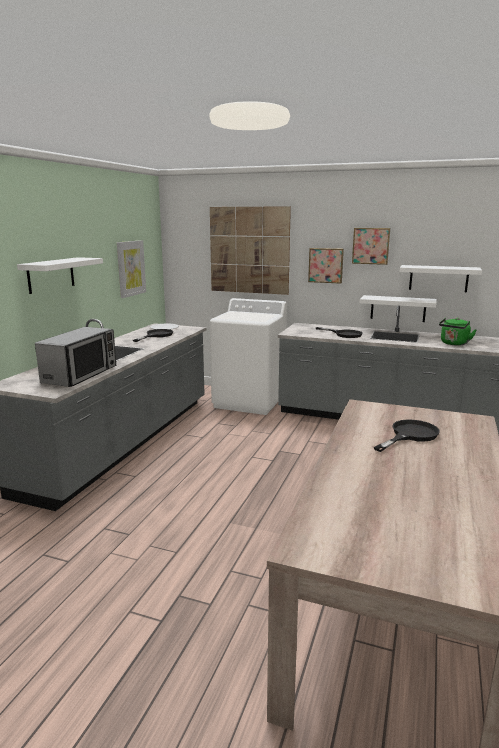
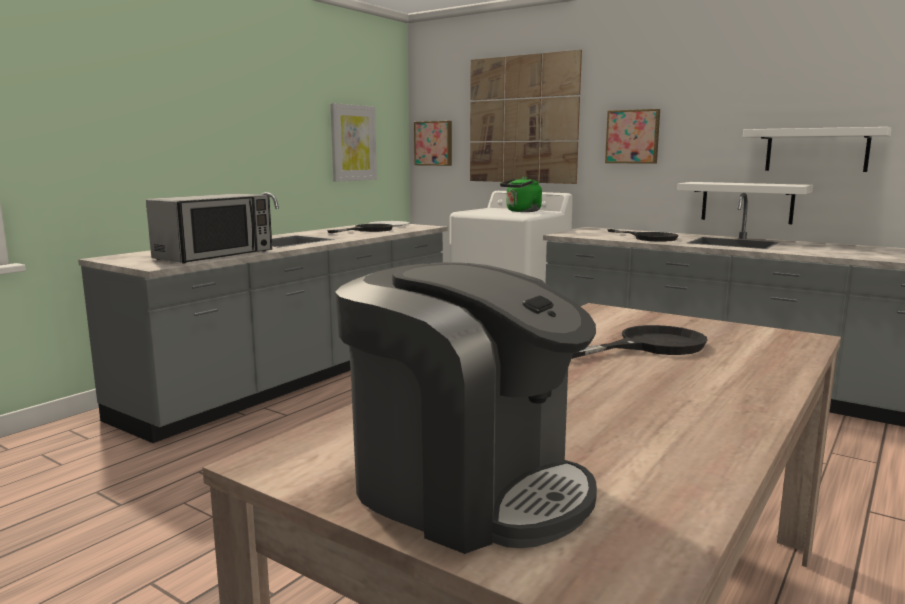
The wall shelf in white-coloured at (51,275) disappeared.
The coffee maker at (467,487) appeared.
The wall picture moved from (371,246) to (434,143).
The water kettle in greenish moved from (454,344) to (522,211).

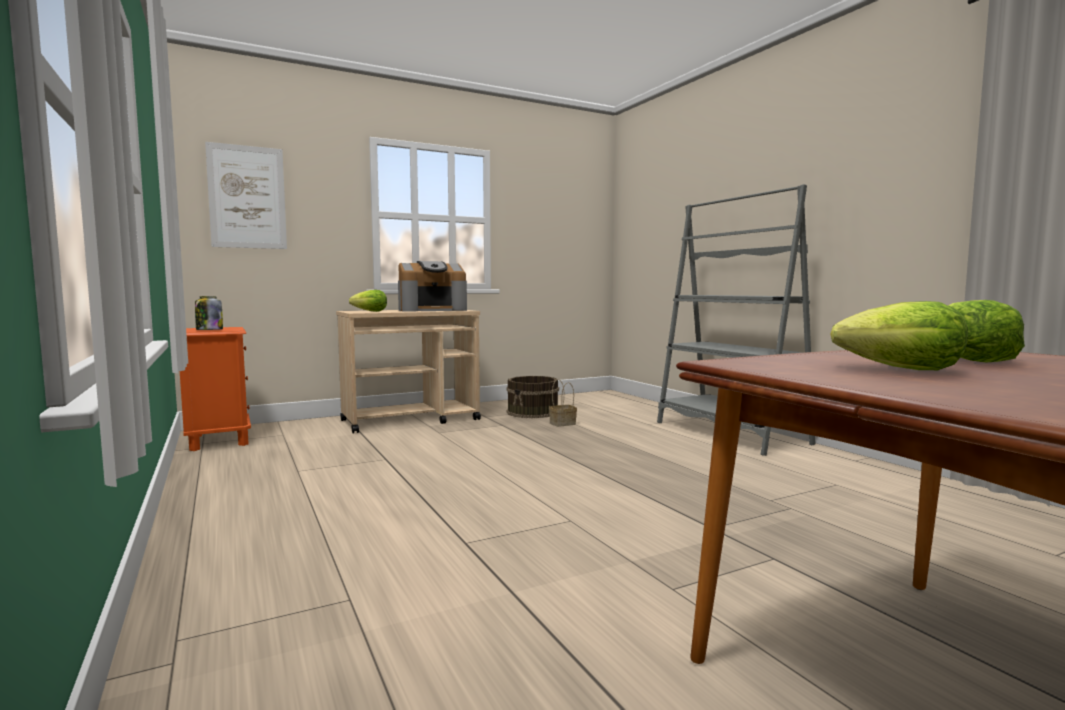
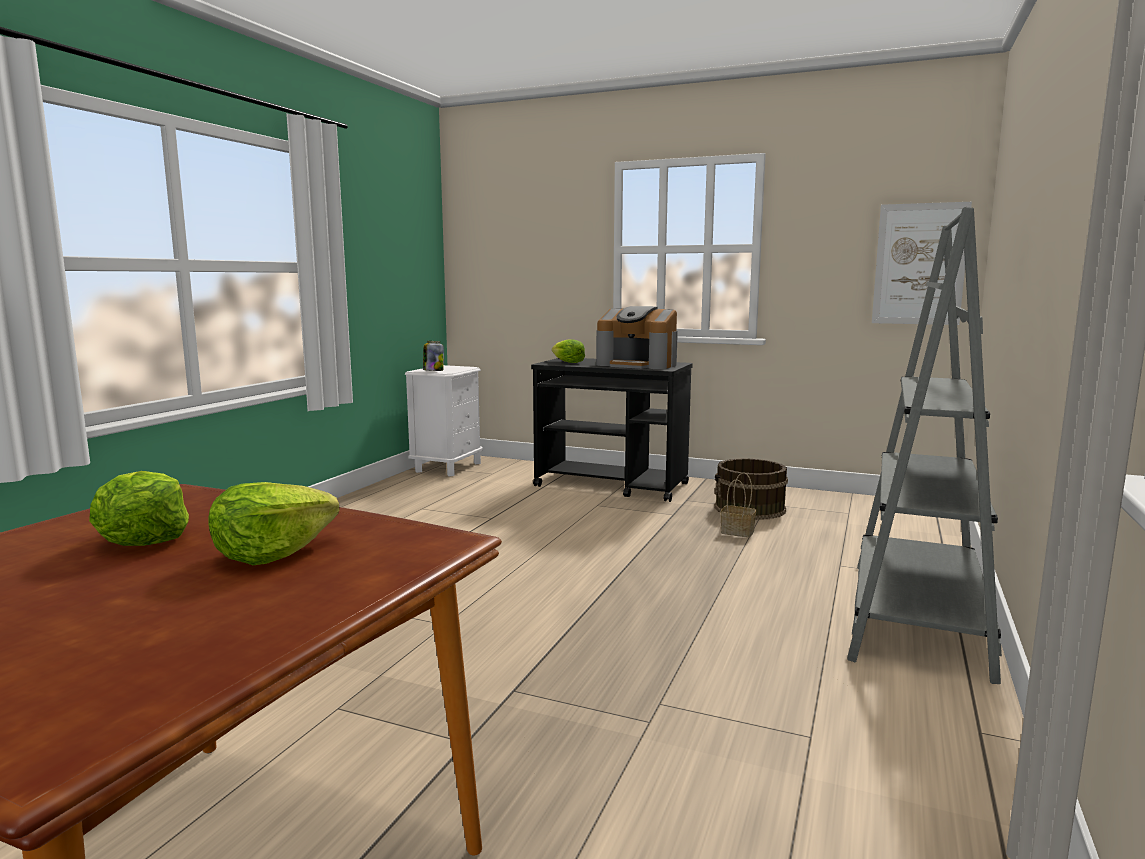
The wall picture moved from (247,197) to (919,264).
The bedside table in orange-coloured at (218,440) became the bedside table in white-coloured at (447,467).
The wheeled cart in beige at (411,420) became the wheeled cart in black at (612,485).

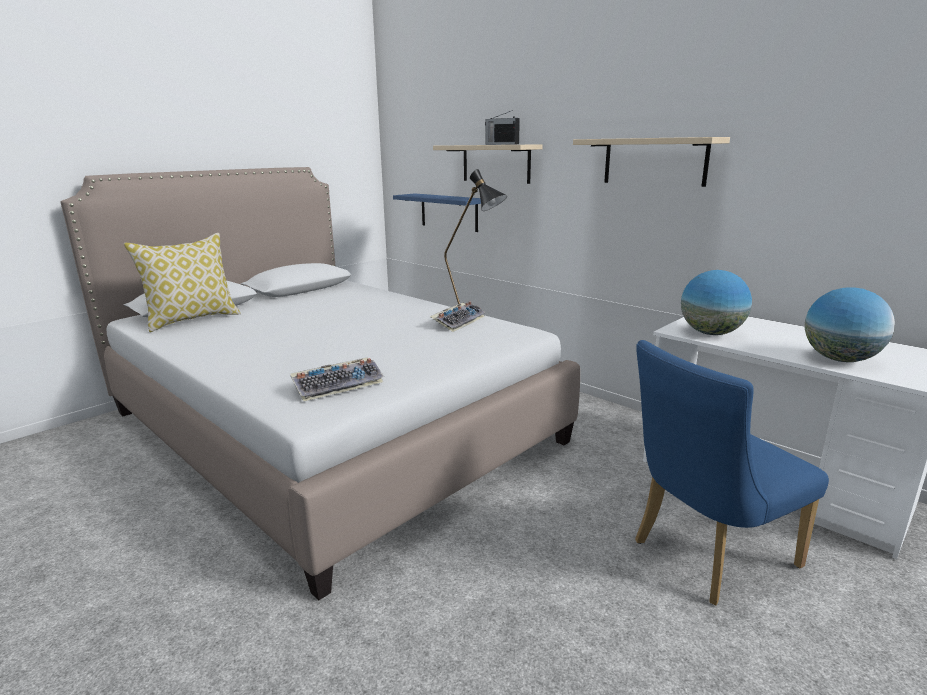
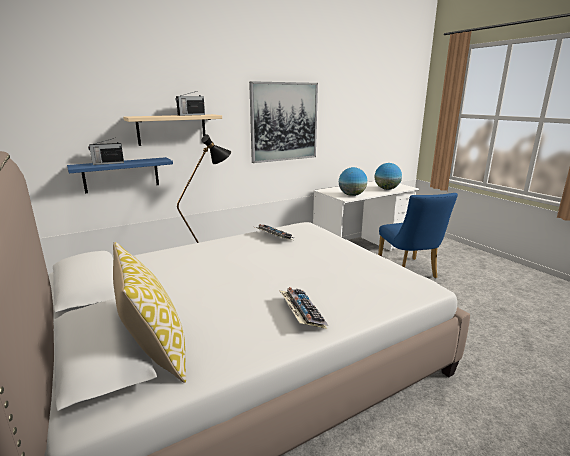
The radio receiver at (108,163) appeared.
The keyboard moved from (339,385) to (301,313).
The wall shelf in beige at (654,161) was replaced by the wall picture at (284,122).

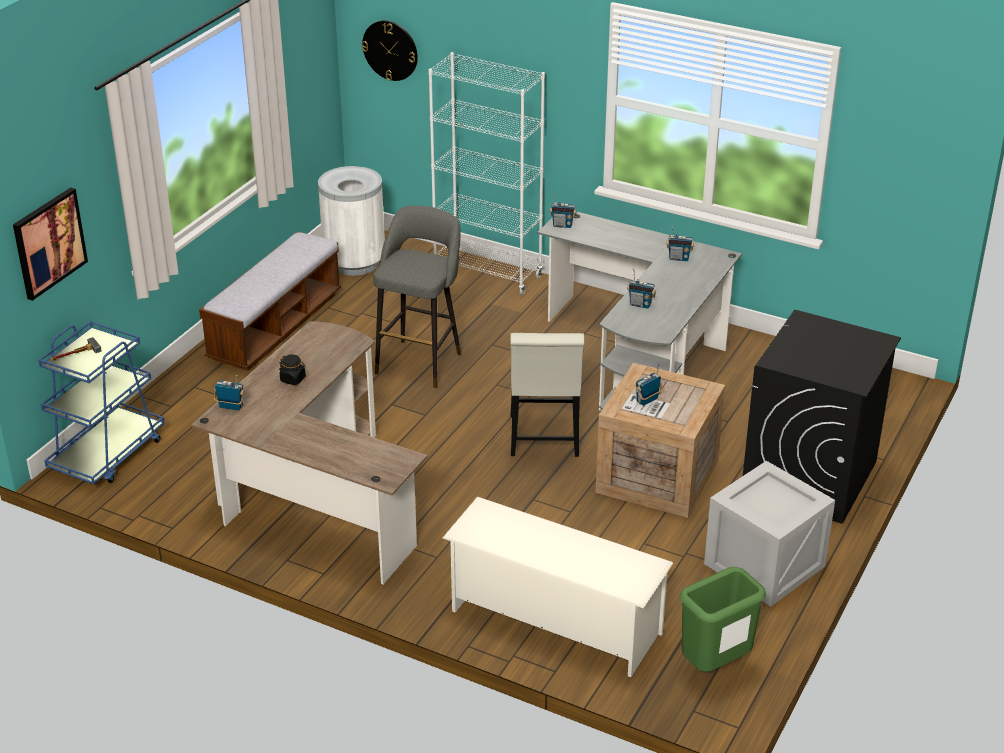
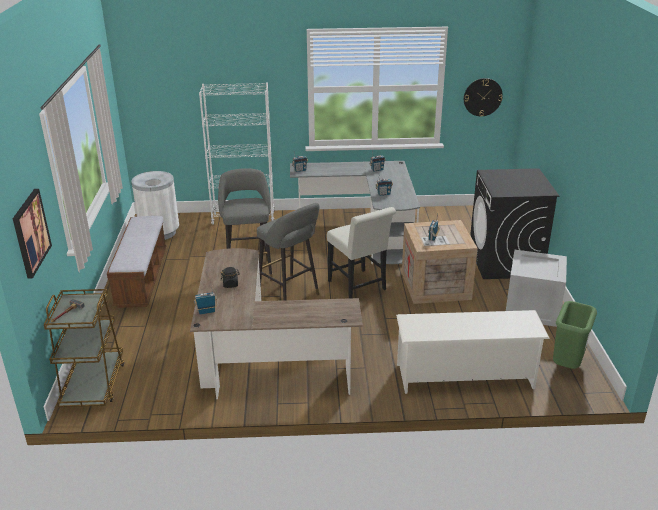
The stool in gray at (290,295) appeared.
The wall clock moved from (390,50) to (482,97).
The wheeled cart in blue at (108,454) became the wheeled cart in brown-coloured at (93,385).

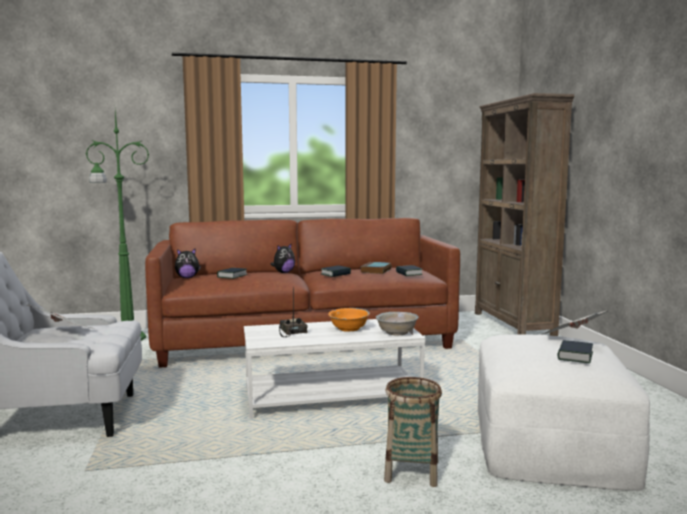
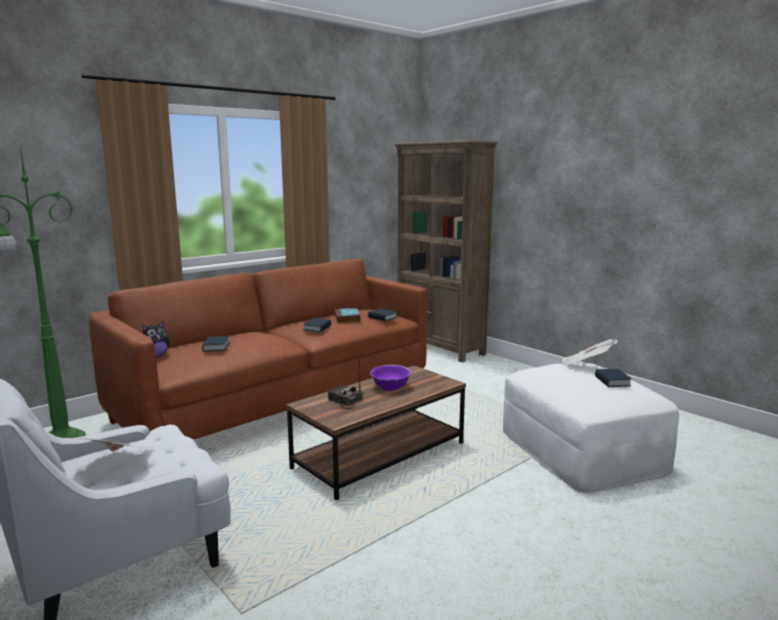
The cuddly toy at (283,272) disappeared.
The serving bowl in white-coloured at (397,332) disappeared.
The basket at (412,471) disappeared.
The coffee table in white-coloured at (332,396) became the coffee table in brown-coloured at (380,455).
The serving bowl in orange-coloured at (349,328) became the serving bowl in purple-coloured at (390,387).

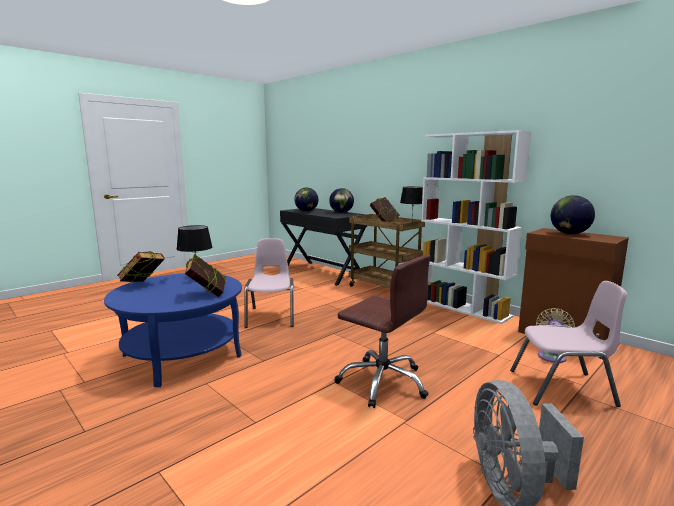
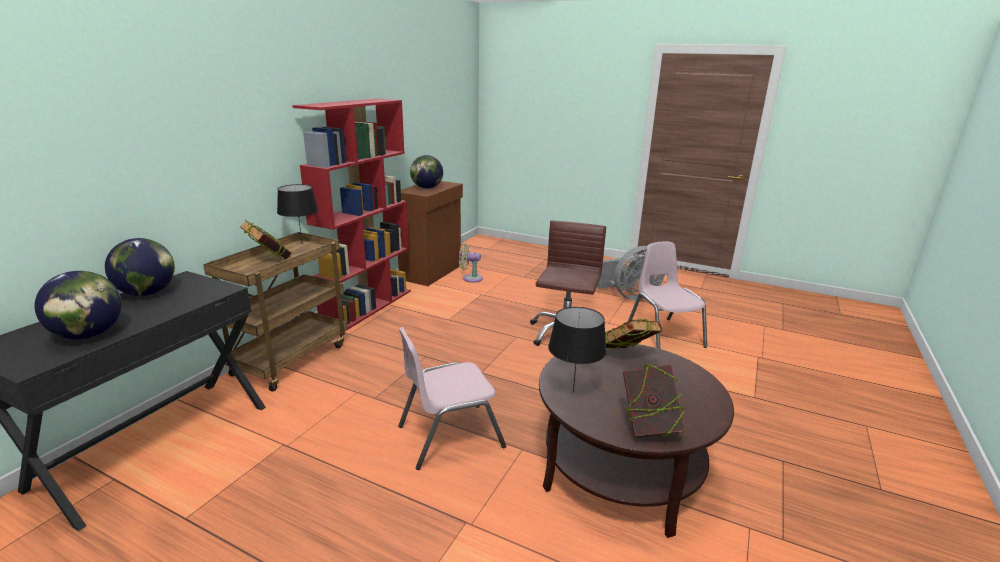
The upright chair in pink-coloured moved from (562,388) to (664,335).
The coffee table in blue at (182,355) became the coffee table in brown-coloured at (621,471).
The bookshelf in white-coloured at (463,308) became the bookshelf in red-coloured at (368,306).

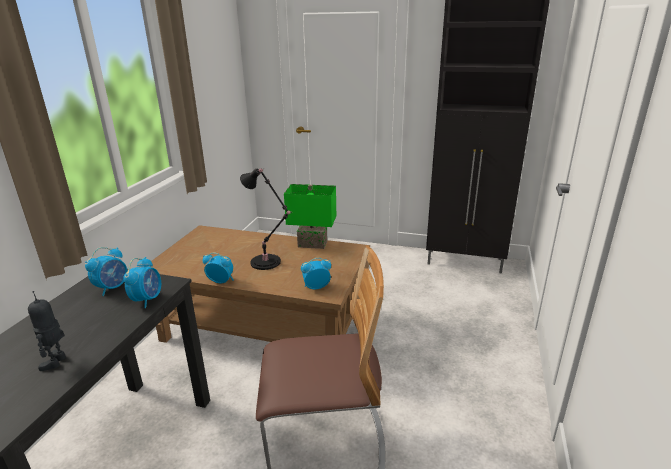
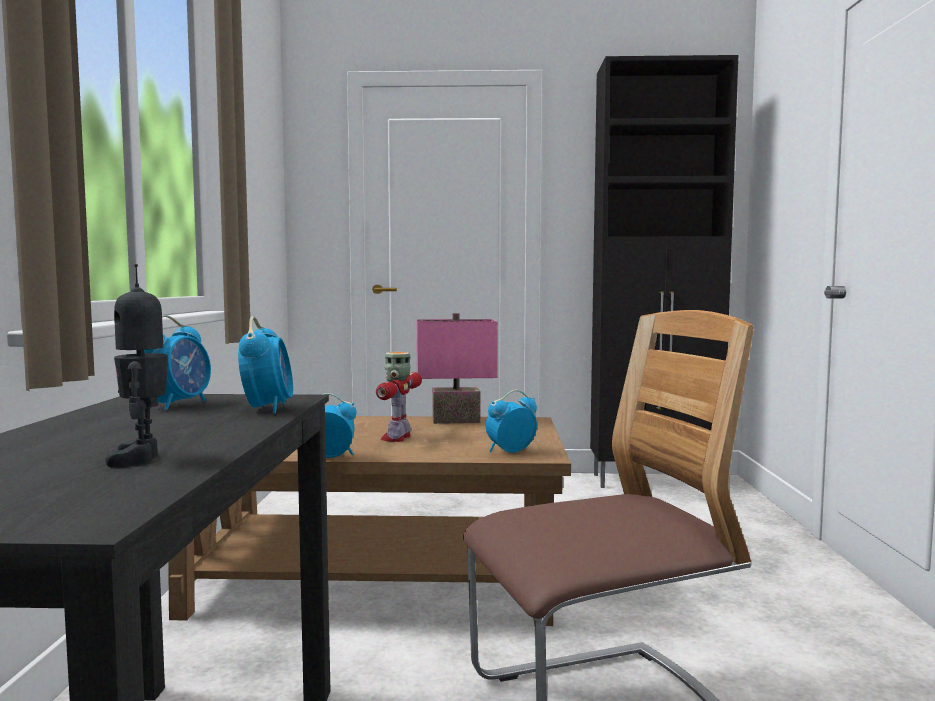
The table lamp in black at (267,263) was replaced by the model robot at (397,438).
The table lamp in greenish at (311,245) became the table lamp in pink-coloured at (455,421).

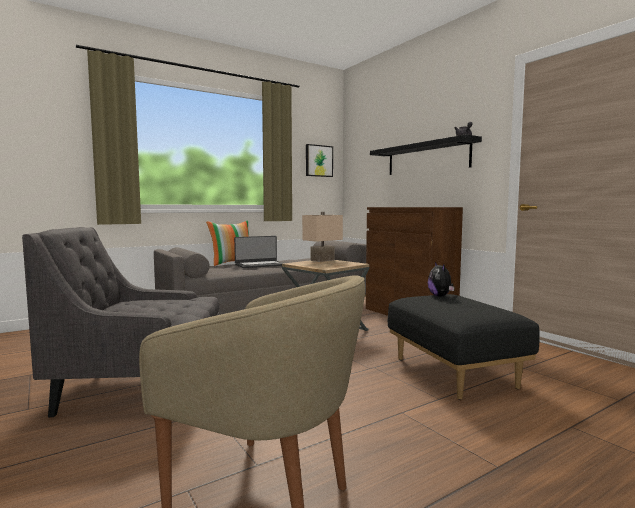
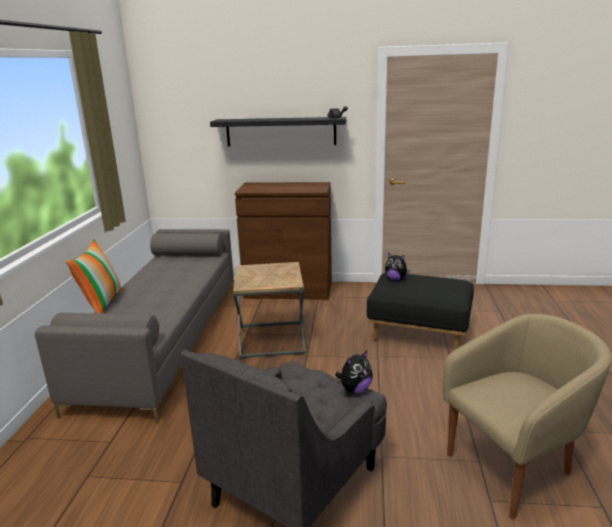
The laptop at (260,265) disappeared.
The table lamp in beige at (322,260) disappeared.
The wall picture at (318,161) disappeared.
The cuddly toy at (355,389) appeared.

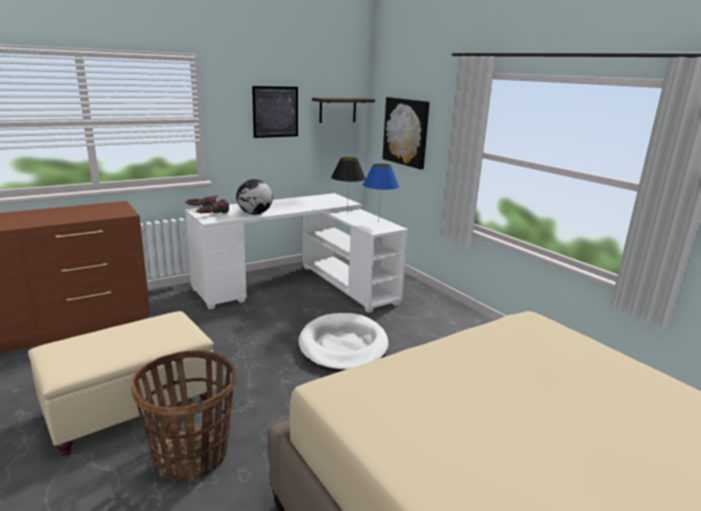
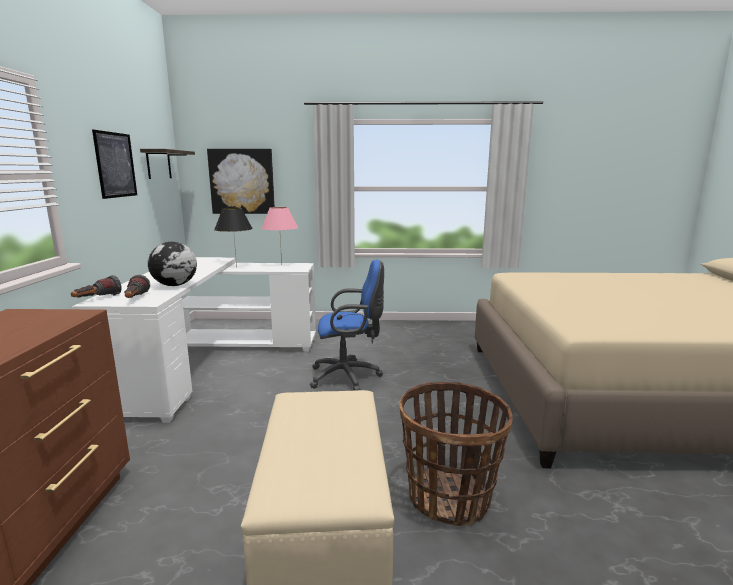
The dog bed in white-coloured at (343,346) was replaced by the desk chair in blue at (348,377).
The table lamp in blue at (378,222) became the table lamp in pink-coloured at (281,265).

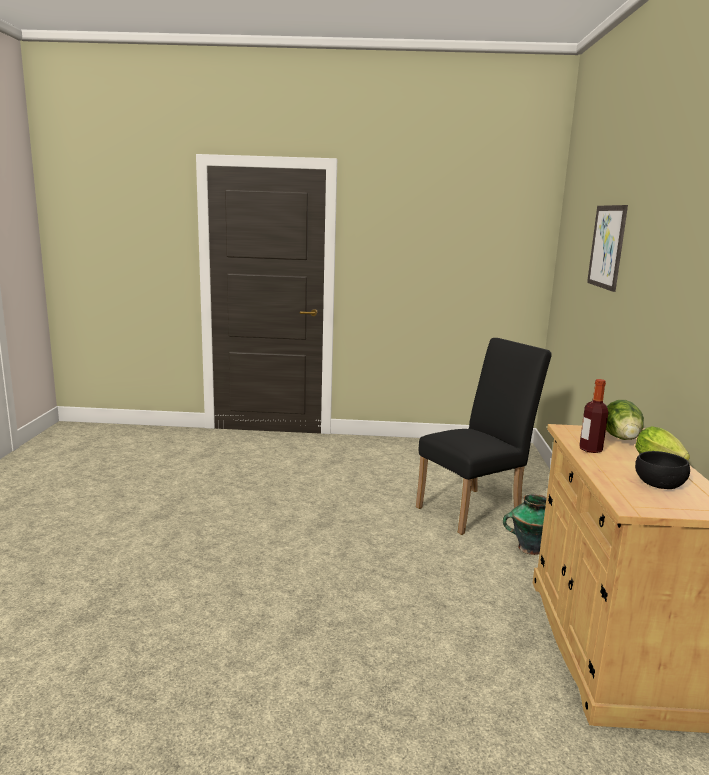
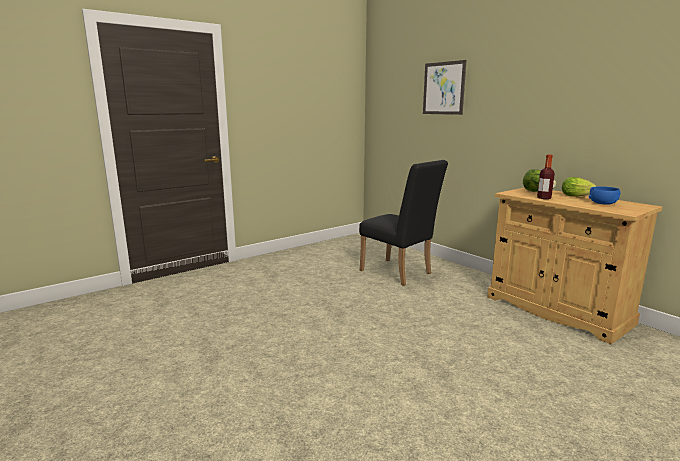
The flower vase at (528,548) disappeared.
The serving bowl in black at (659,483) became the serving bowl in blue at (603,203).
The upright chair in black at (475,508) turned 120 degrees clockwise.

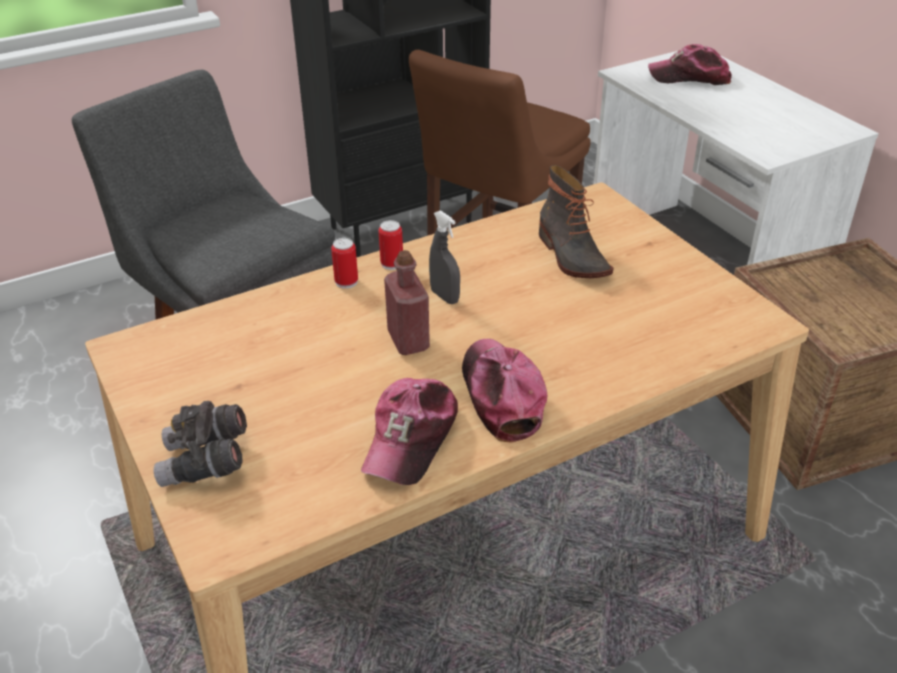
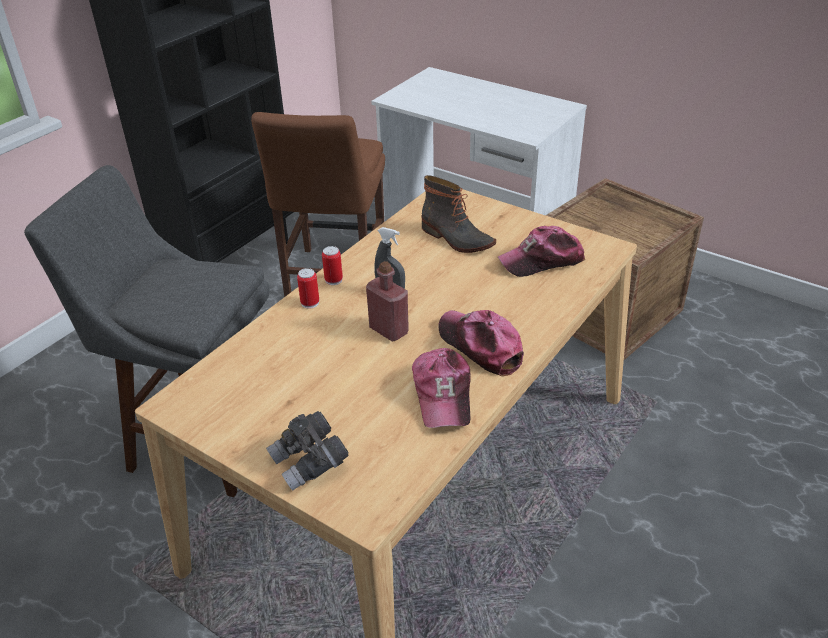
The peaked cap moved from (689,77) to (542,261).

